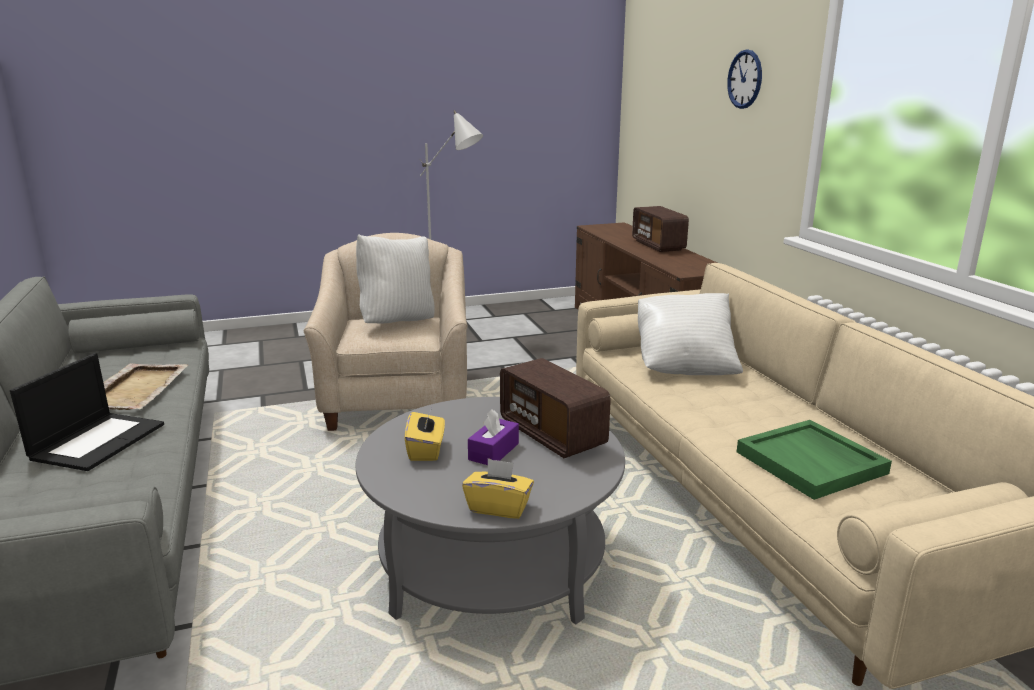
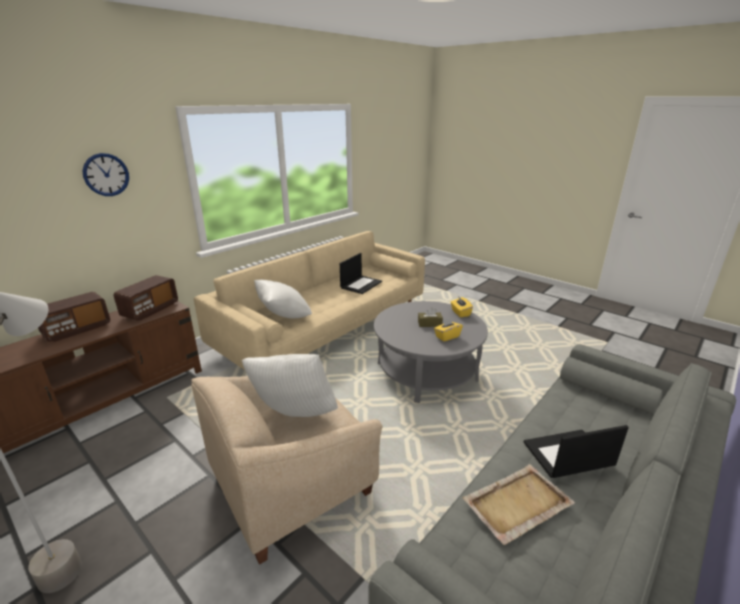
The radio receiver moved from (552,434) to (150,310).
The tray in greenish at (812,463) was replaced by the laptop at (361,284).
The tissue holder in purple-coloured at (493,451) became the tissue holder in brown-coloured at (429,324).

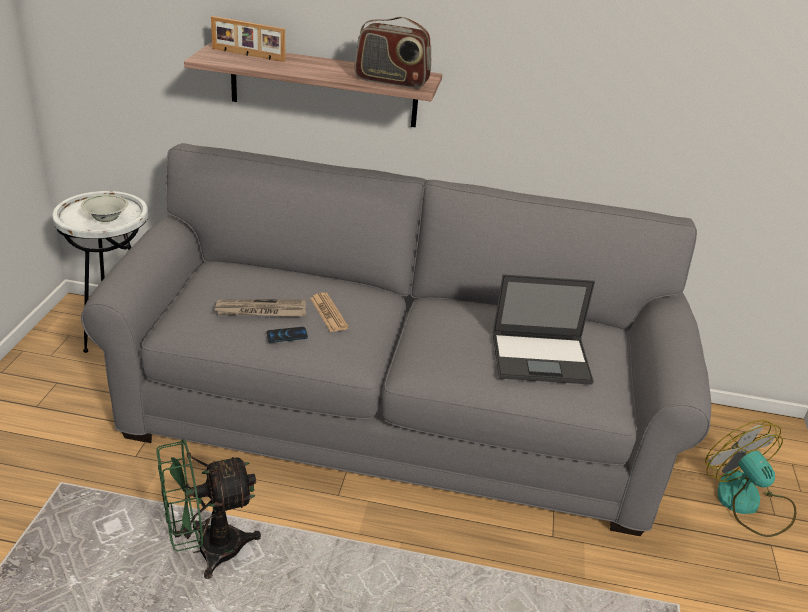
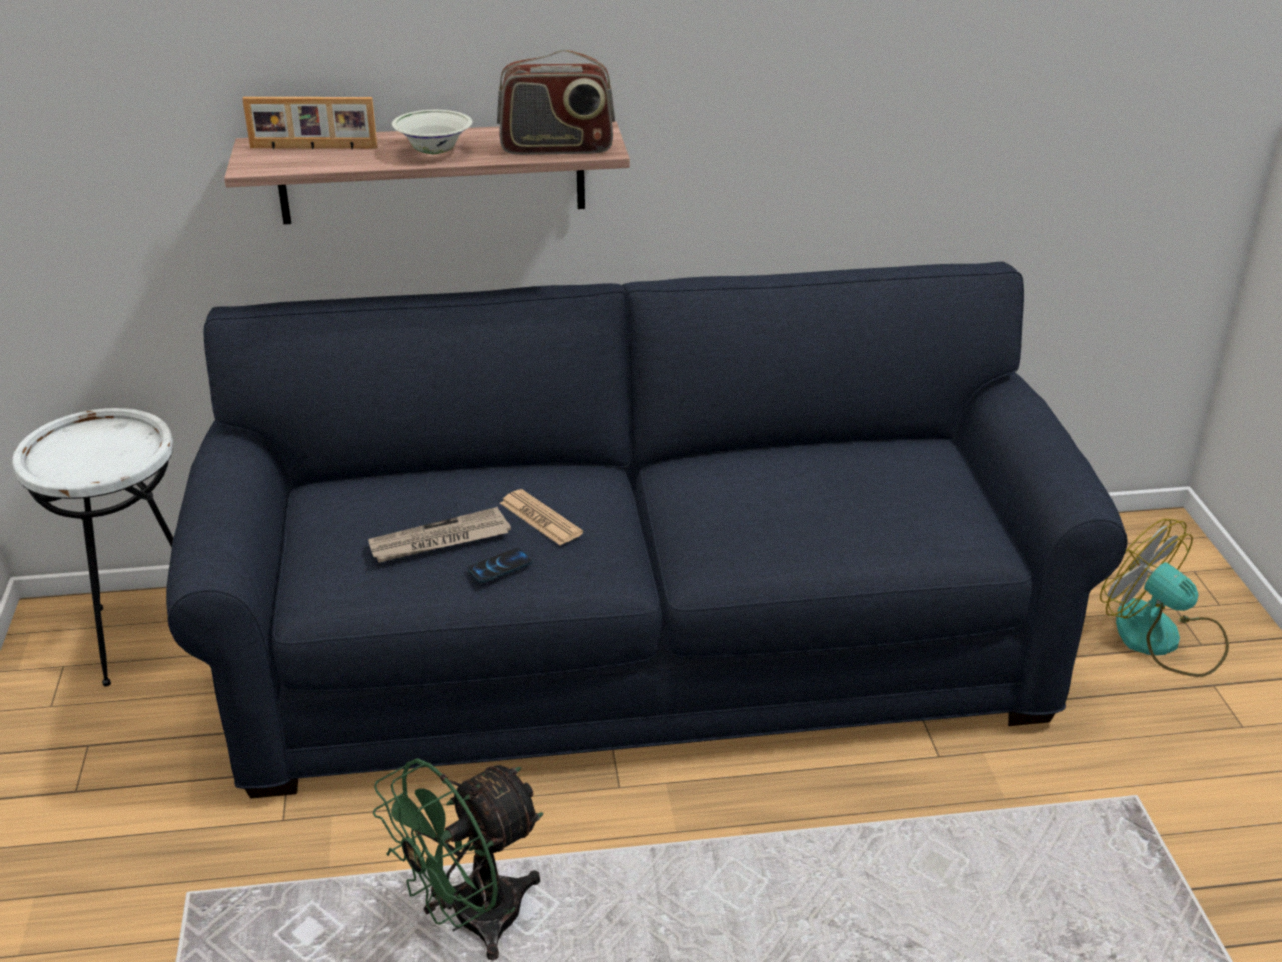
The laptop at (542,358) disappeared.
The serving bowl in white-coloured moved from (106,219) to (434,152).
The couch in gray at (394,417) became the couch in blue at (641,654).

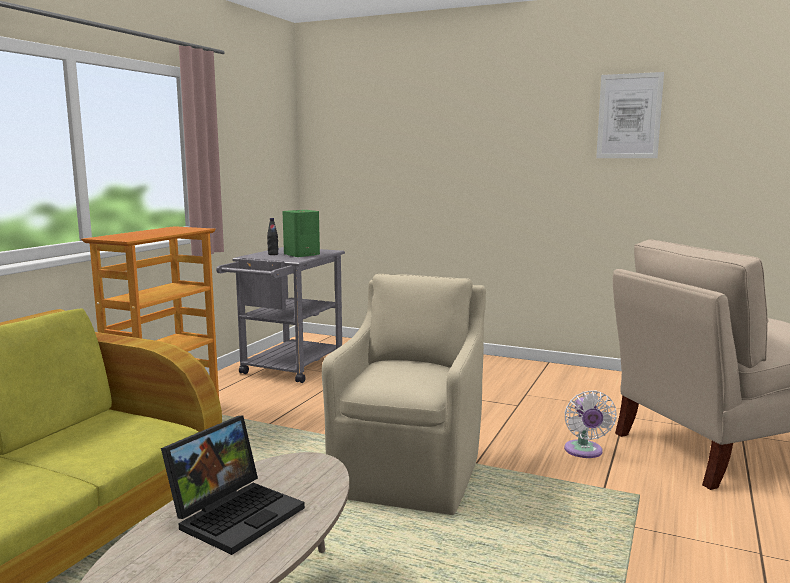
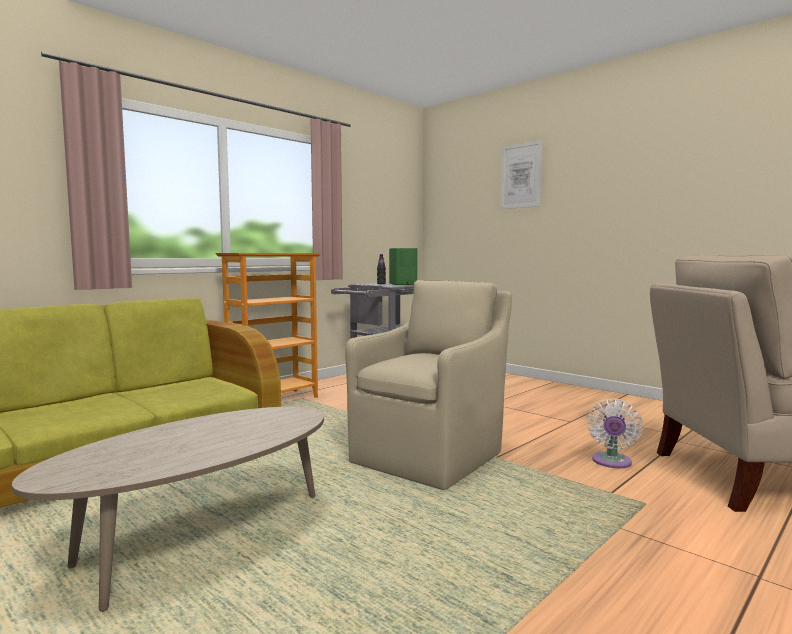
The laptop at (237,513) disappeared.
The wall picture moved from (629,116) to (521,175).

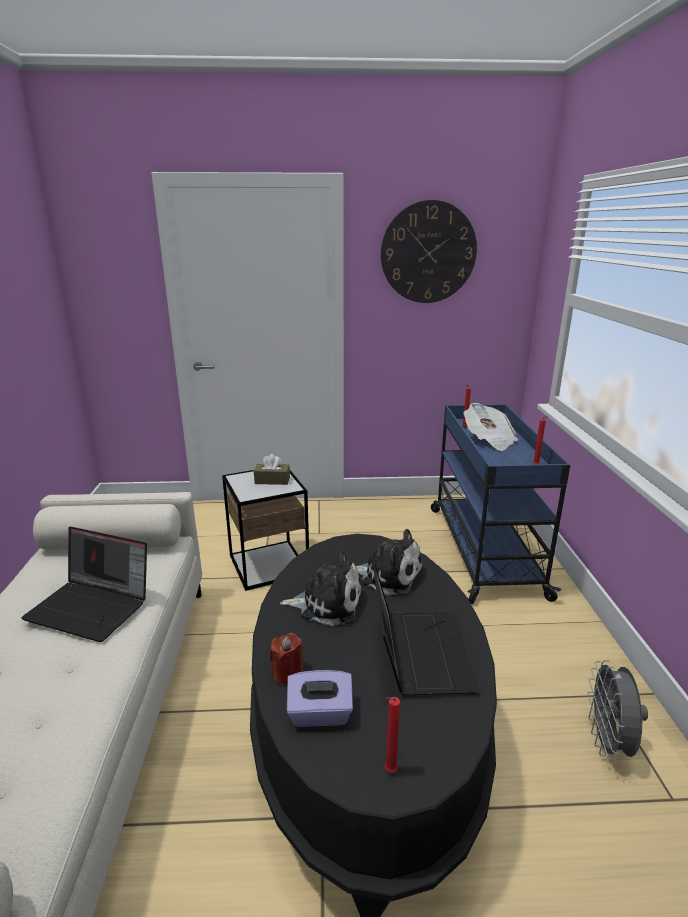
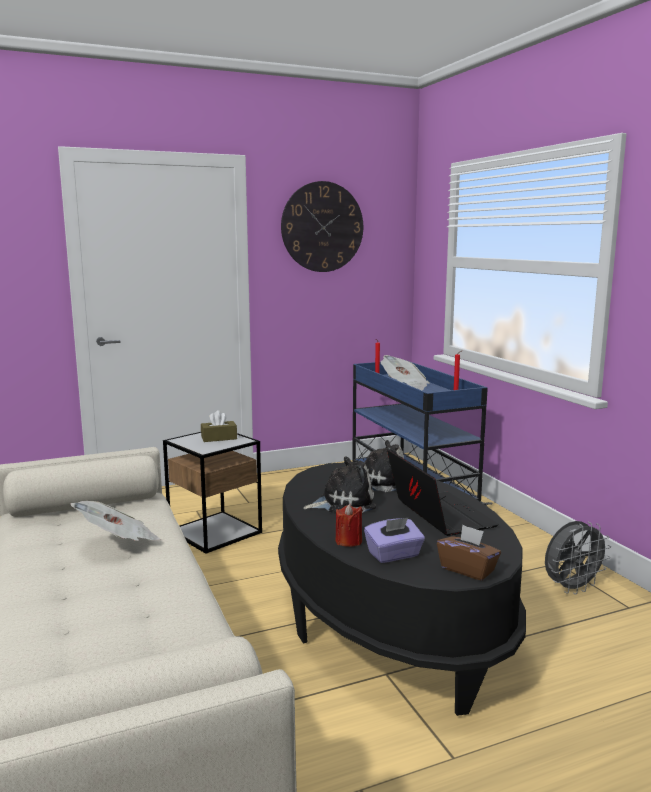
The laptop at (93,607) was replaced by the newspaper at (119,542).
The wax light in red-coloured at (389,771) was replaced by the tissue holder in brown-coloured at (467,569).
The electric fan in gray at (608,742) turned 105 degrees counterclockwise.

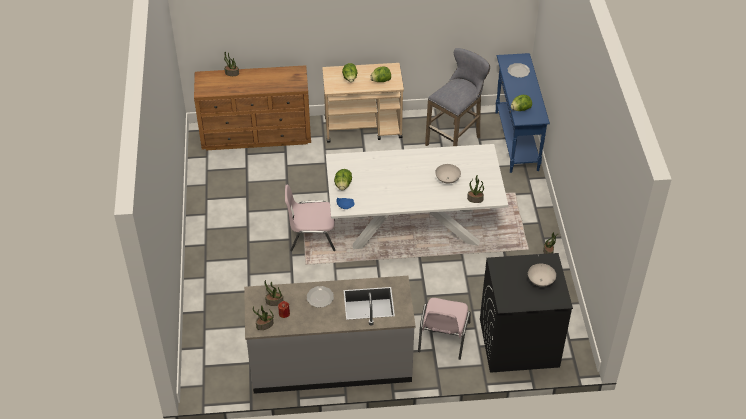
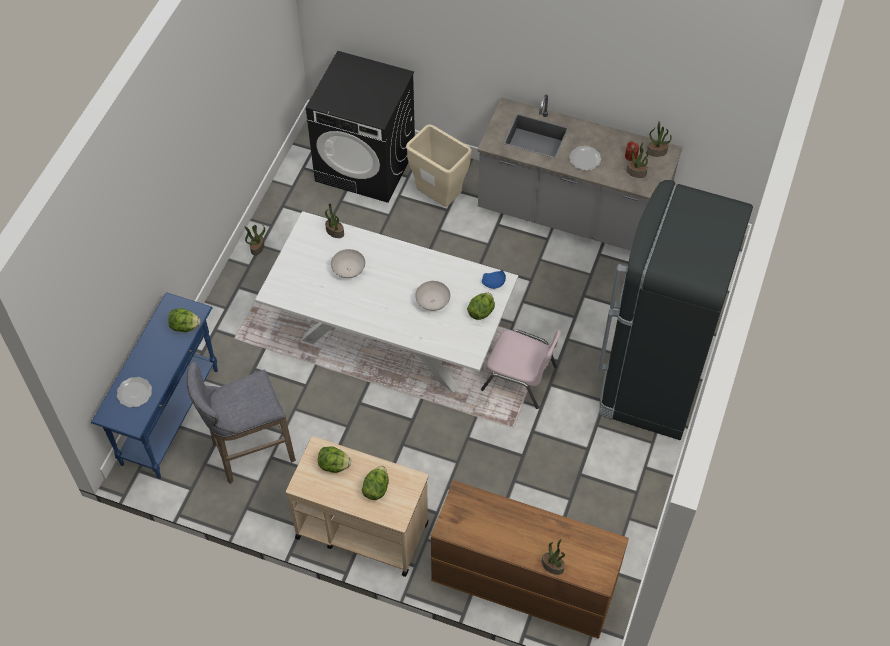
The refrigerator in black at (652,382) appeared.
The serving bowl in white-coloured moved from (541,281) to (432,302).
The upright chair in pink-coloured at (443,337) was replaced by the rubbish bin in beige at (439,198).

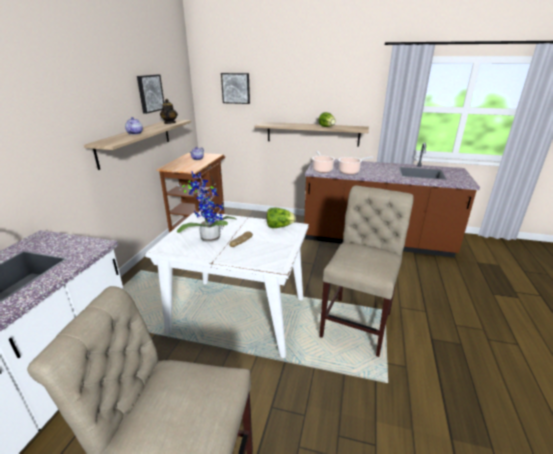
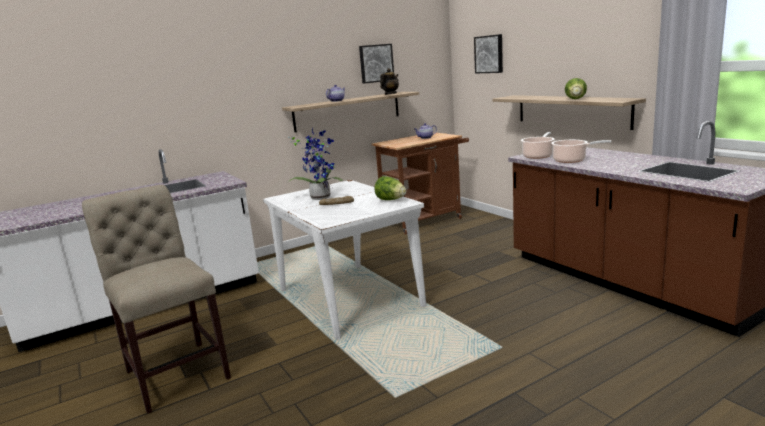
The upright chair in beige at (358,321) disappeared.

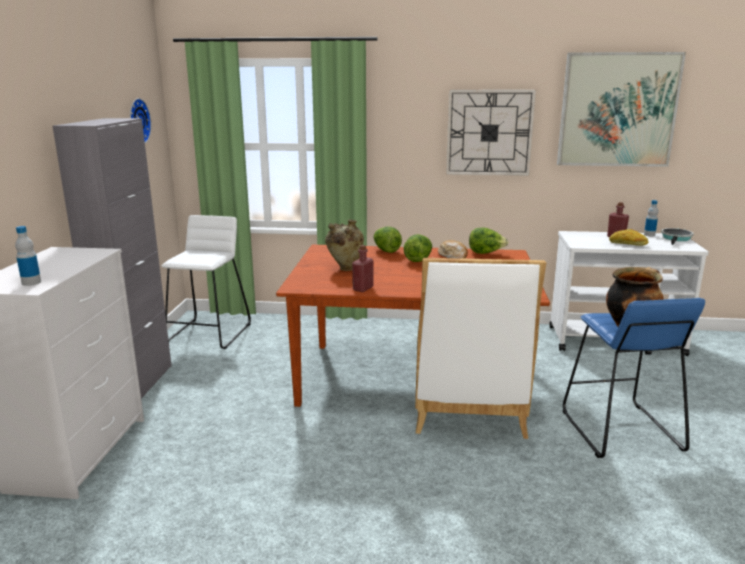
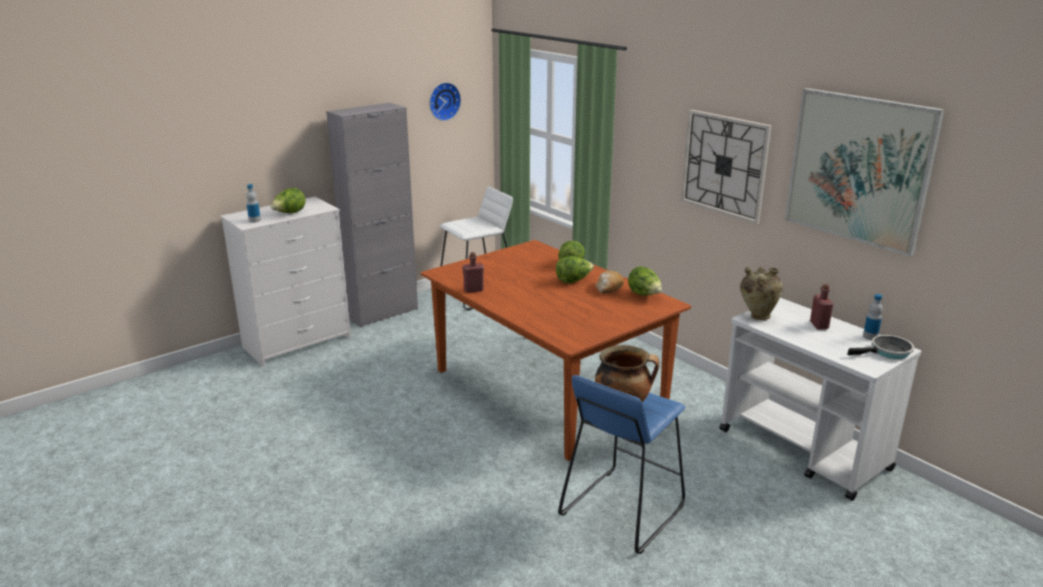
The upright chair in white-coloured at (468,408) disappeared.
The bread at (628,244) disappeared.
The head of lettuce at (289,213) appeared.
The flower vase in beige moved from (345,268) to (757,316).

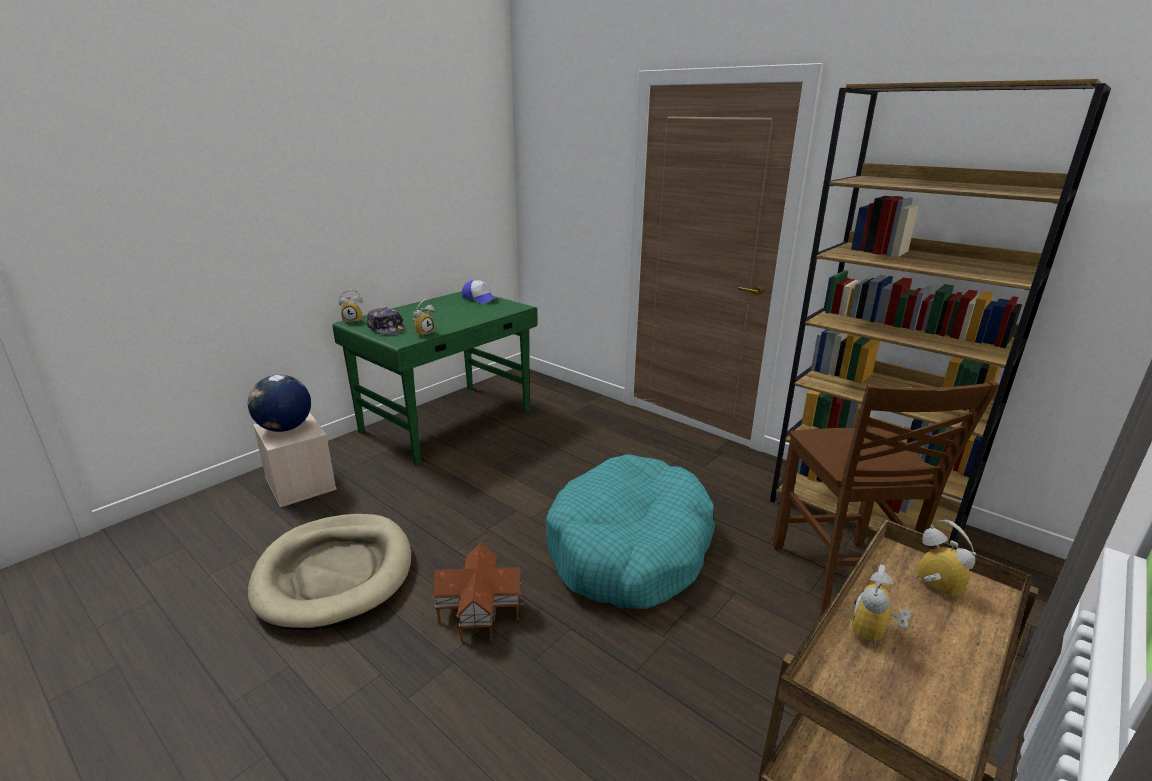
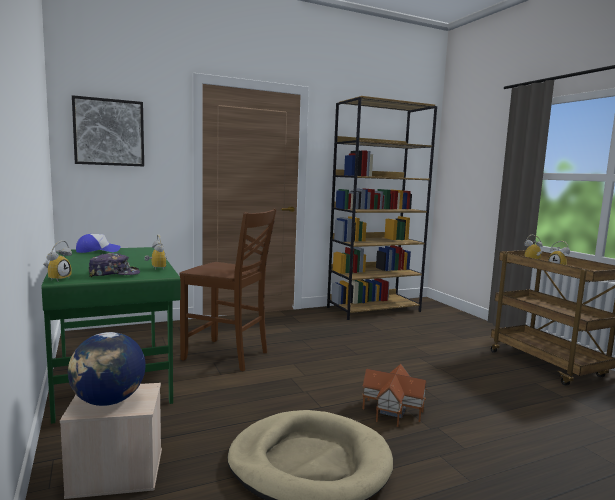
The dog bed in blue-green at (629,548) disappeared.
The wall picture at (109,132) appeared.
The upright chair in brown-coloured moved from (838,581) to (227,356).

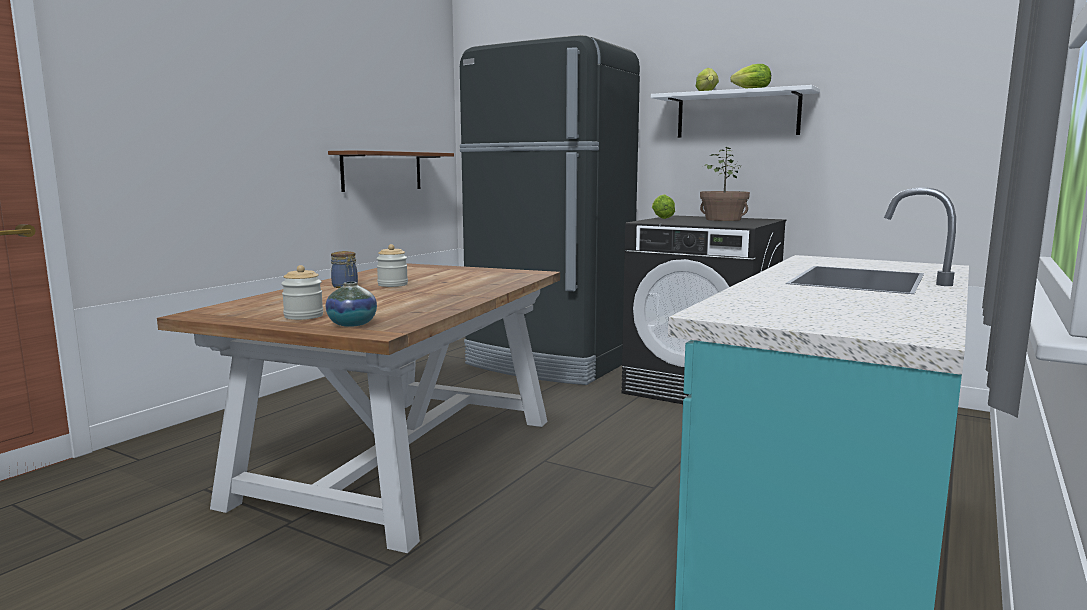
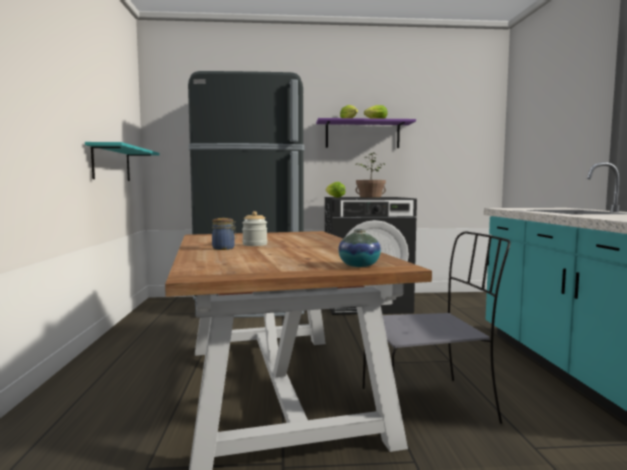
The preserve jar at (303,316) disappeared.
The upright chair in gray at (430,405) appeared.
The wall shelf in brown-coloured at (382,171) became the wall shelf in blue-green at (111,164).
The wall shelf in white-coloured at (737,114) became the wall shelf in purple-coloured at (362,135).

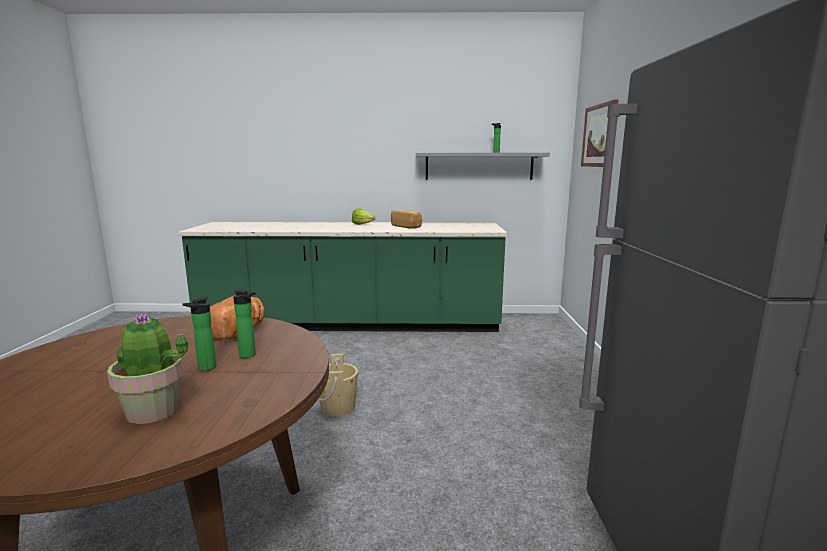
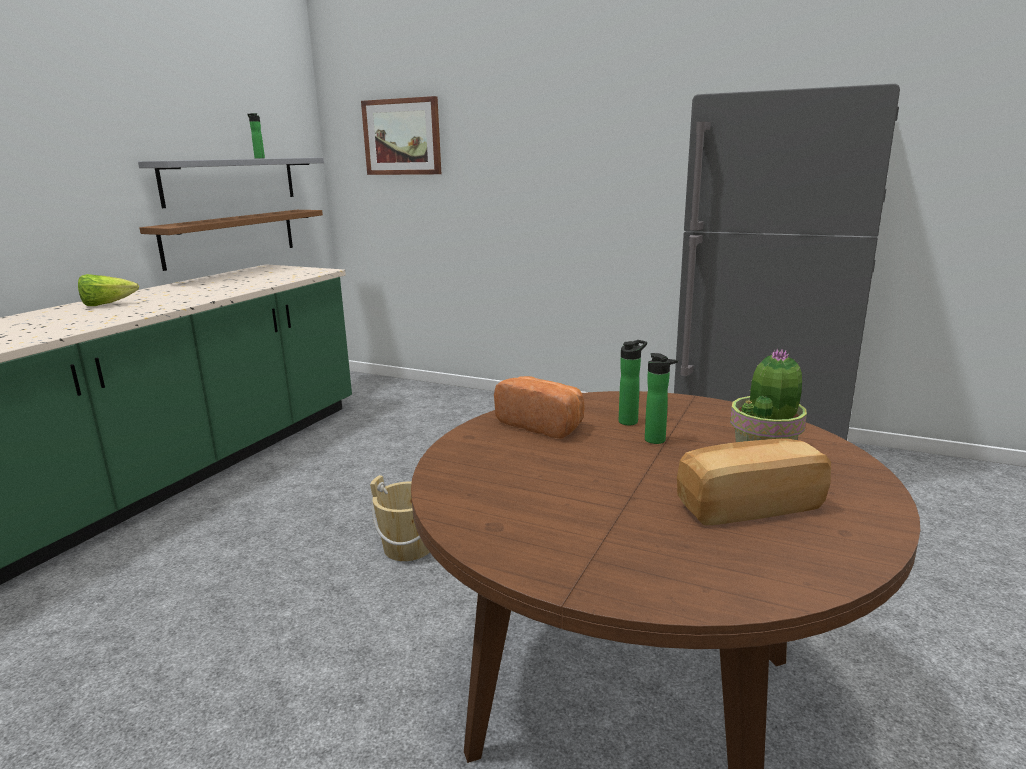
The wall shelf in brown-coloured at (230,237) appeared.
The bread moved from (406,226) to (747,505).

